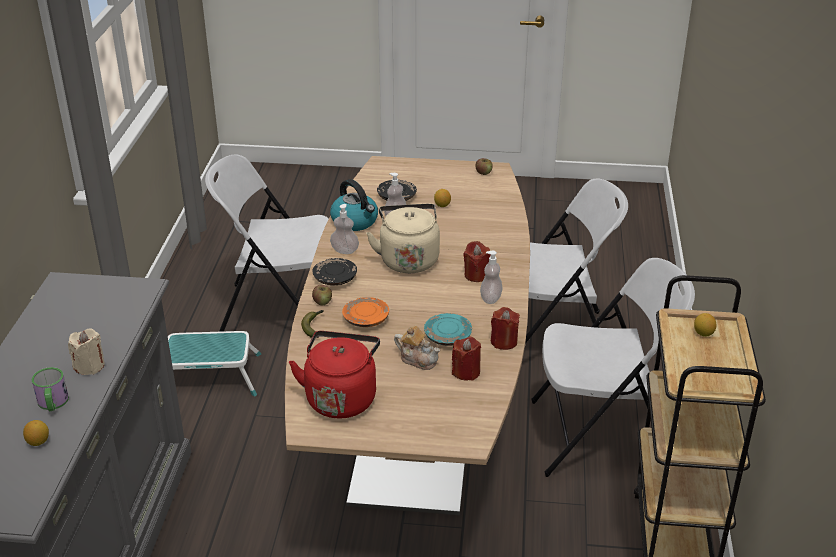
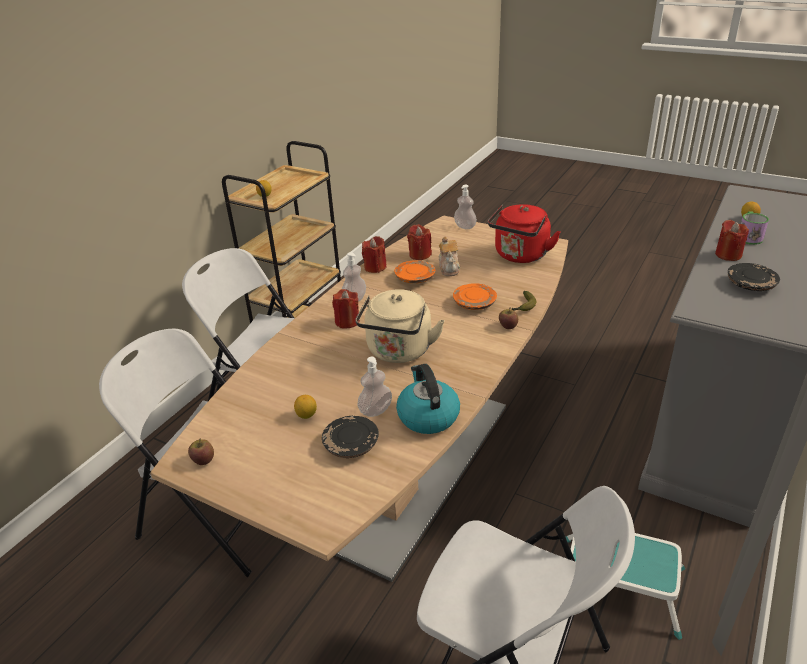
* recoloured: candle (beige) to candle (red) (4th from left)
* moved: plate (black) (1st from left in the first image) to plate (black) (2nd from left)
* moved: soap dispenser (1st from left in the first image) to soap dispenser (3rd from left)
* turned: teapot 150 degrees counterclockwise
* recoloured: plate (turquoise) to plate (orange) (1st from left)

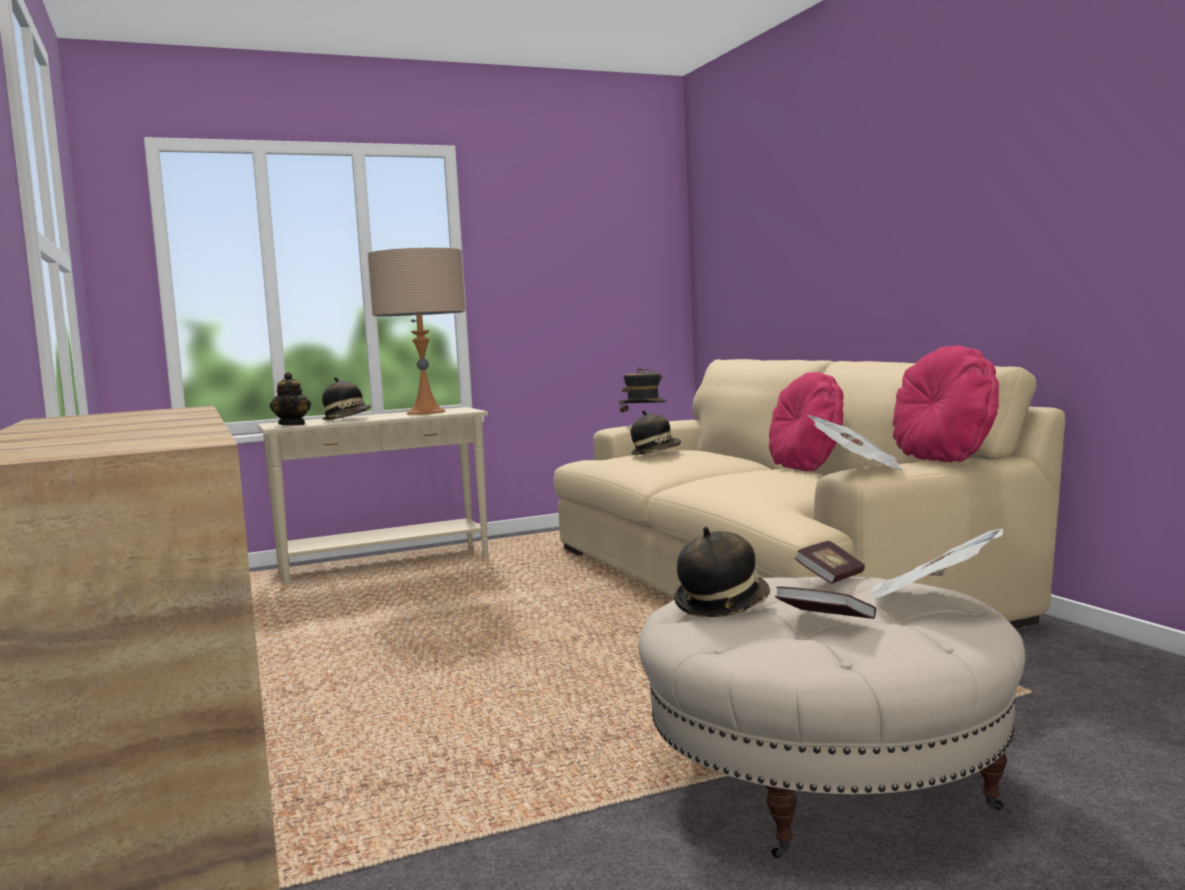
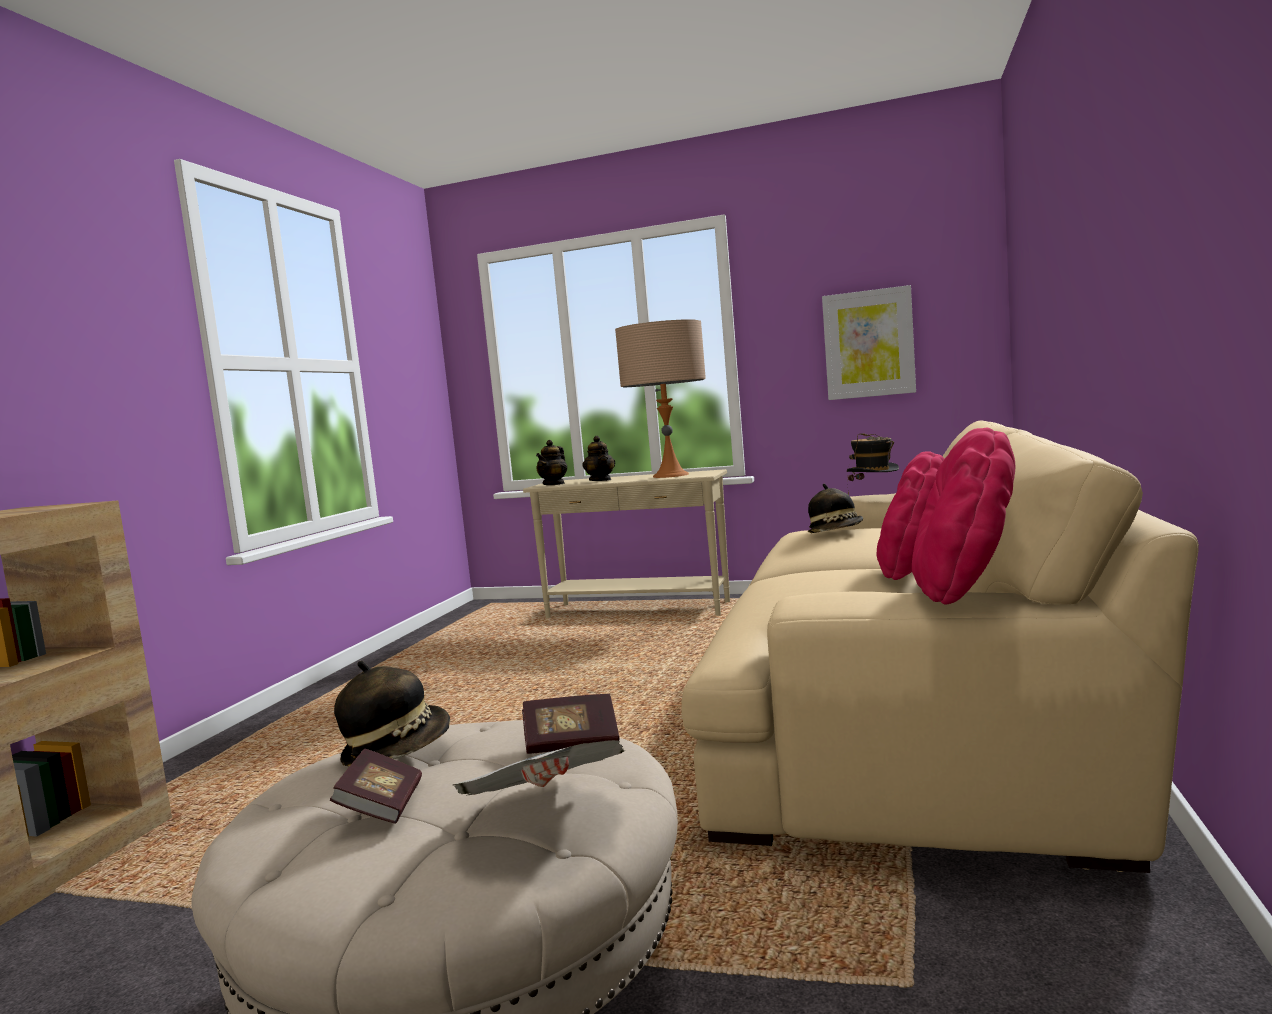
* replaced: hat (1st from left) to teapot (2nd from left)
* removed: newspaper (1st from left)
* added: picture

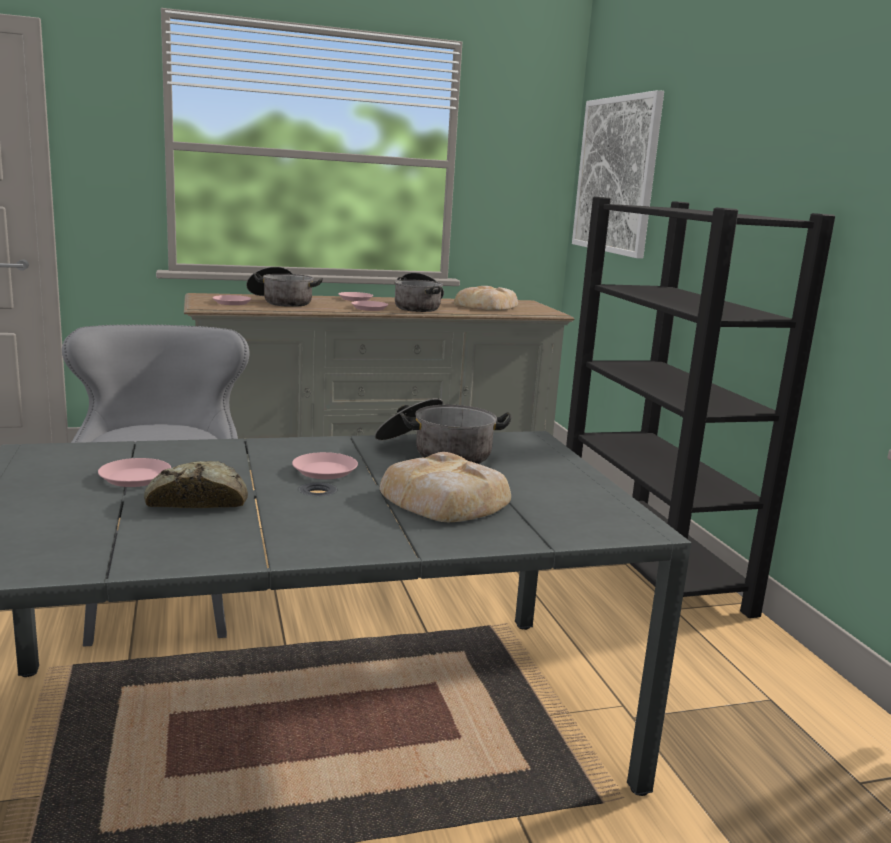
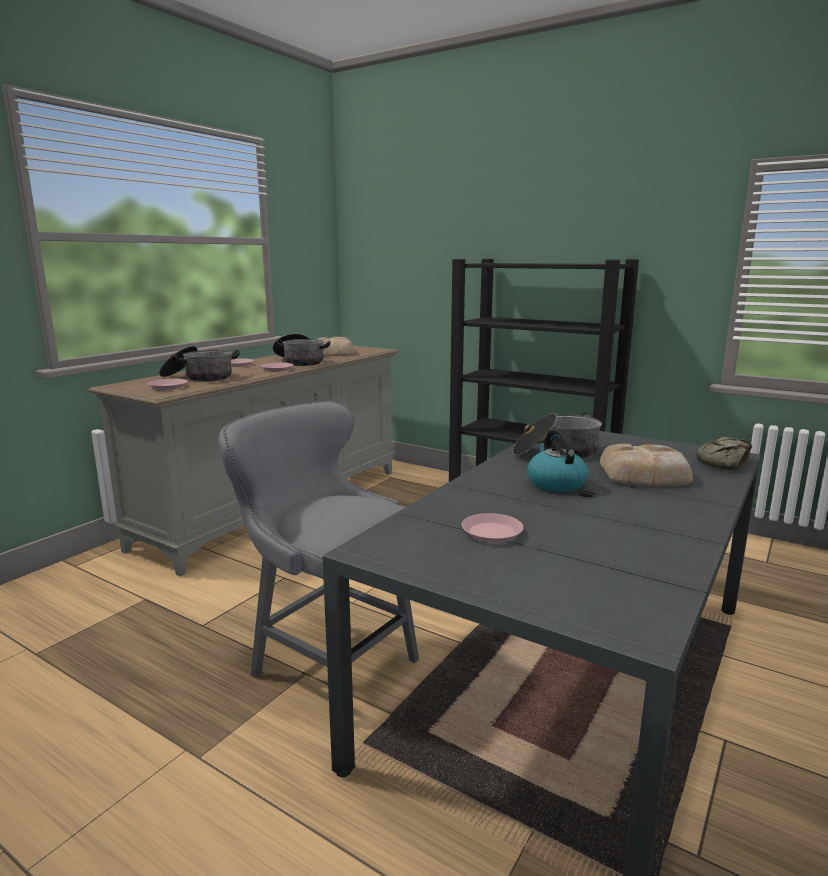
* moved: bread (1st from left in the first image) to bread (3rd from left)
* replaced: plate (pink) (3rd from left) to kettle
* removed: picture

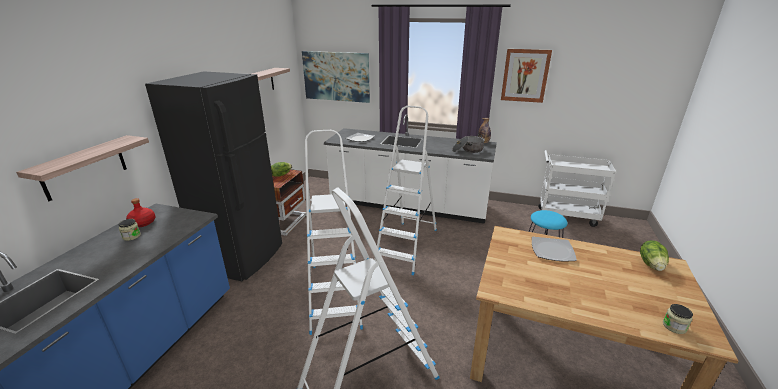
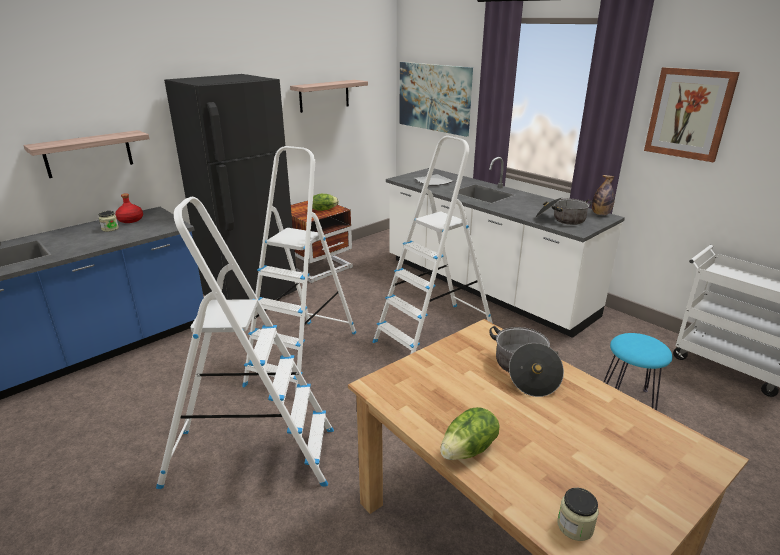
* replaced: plate (2nd from left) to cooking pot (1st from left)
* moved: lettuce (2nd from left)

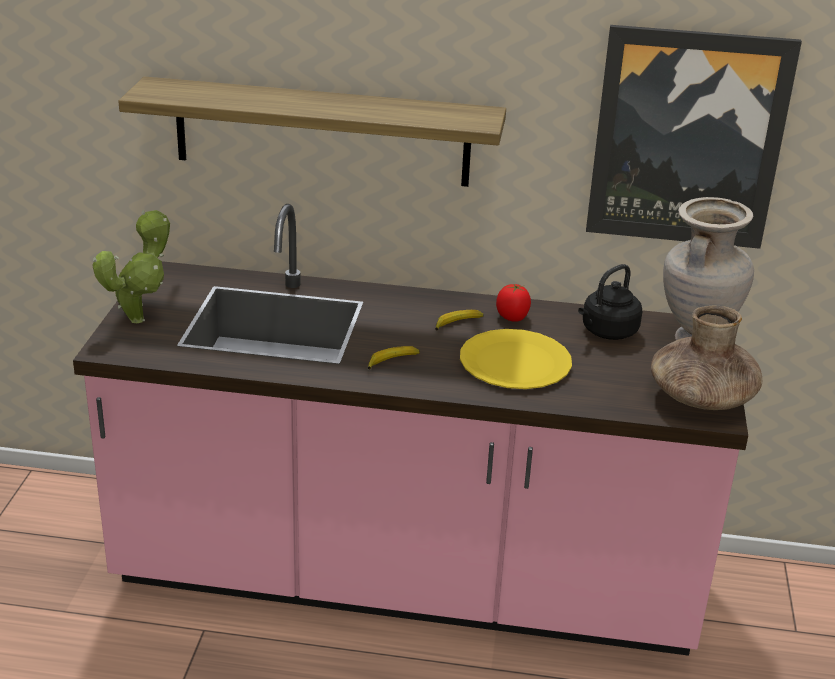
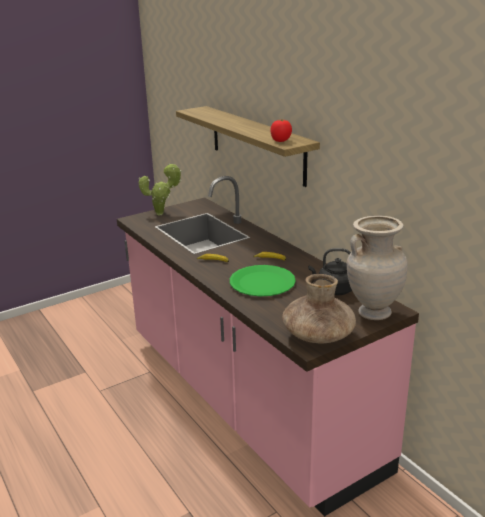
* recoloured: plate (yellow) to plate (green)
* moved: tomato
* removed: picture

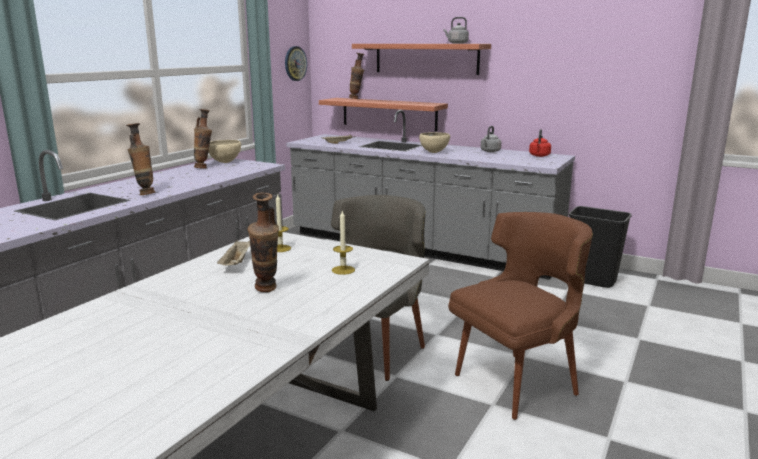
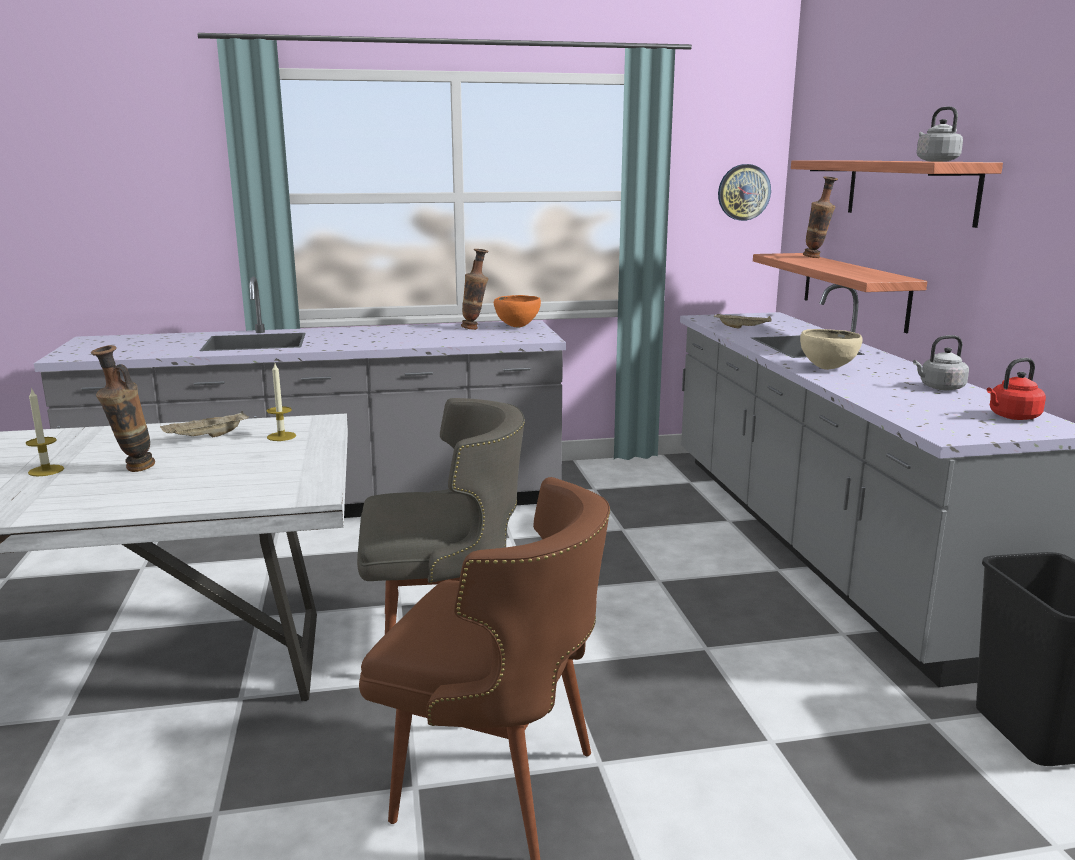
* removed: vase (1st from left)
* recoloured: bowl (beige) (1st from left) to bowl (orange)
* moved: candle (2nd from left in the first image) to candle (1st from left)

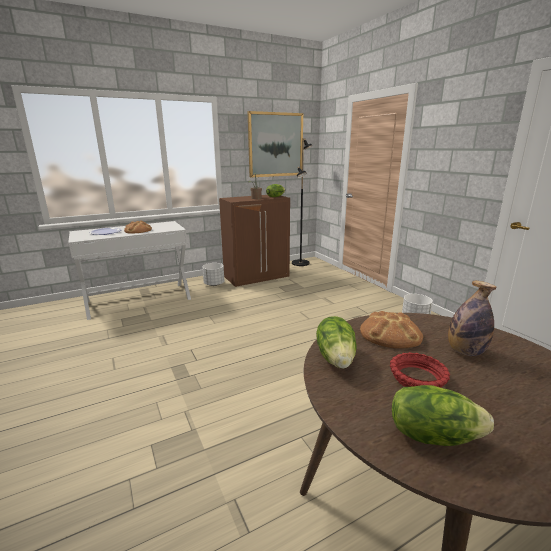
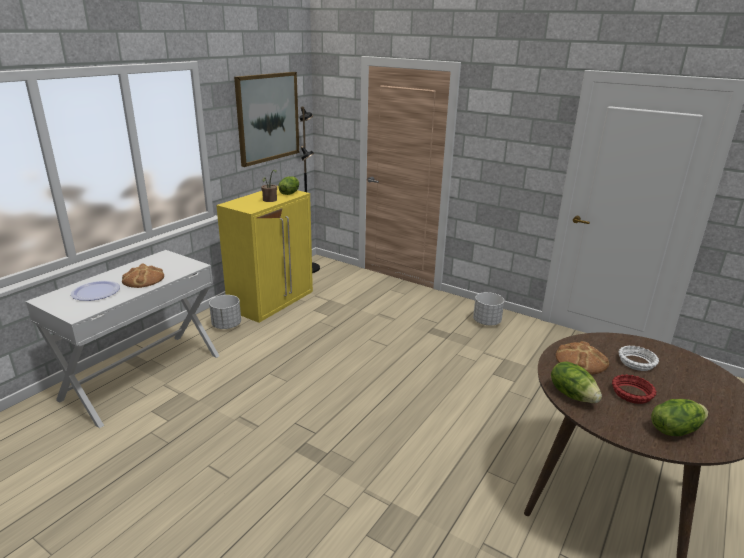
* recoloured: cabinet (brown) to cabinet (yellow)
* replaced: bottle to bowl (white)

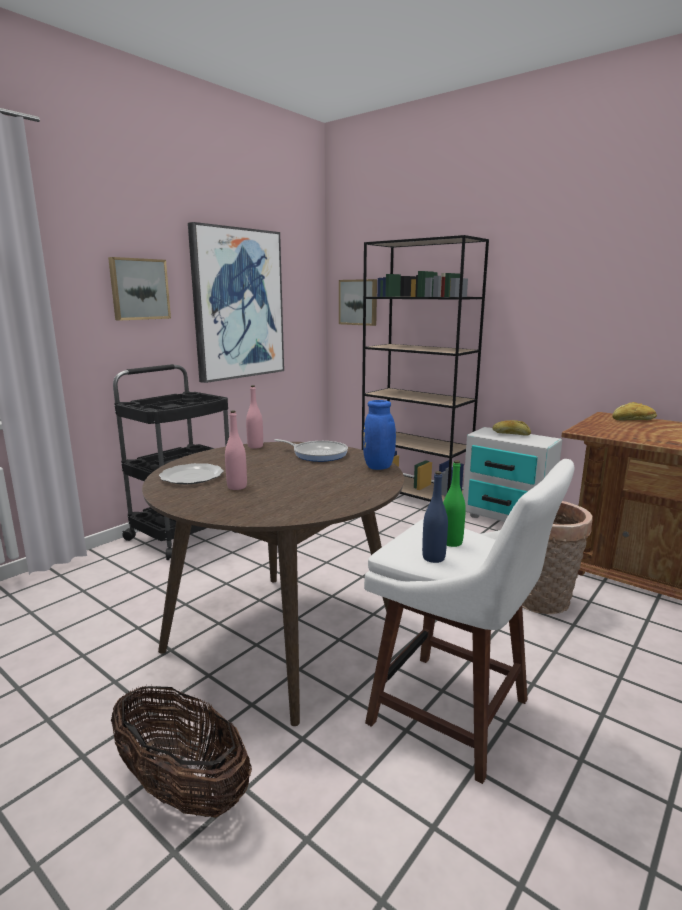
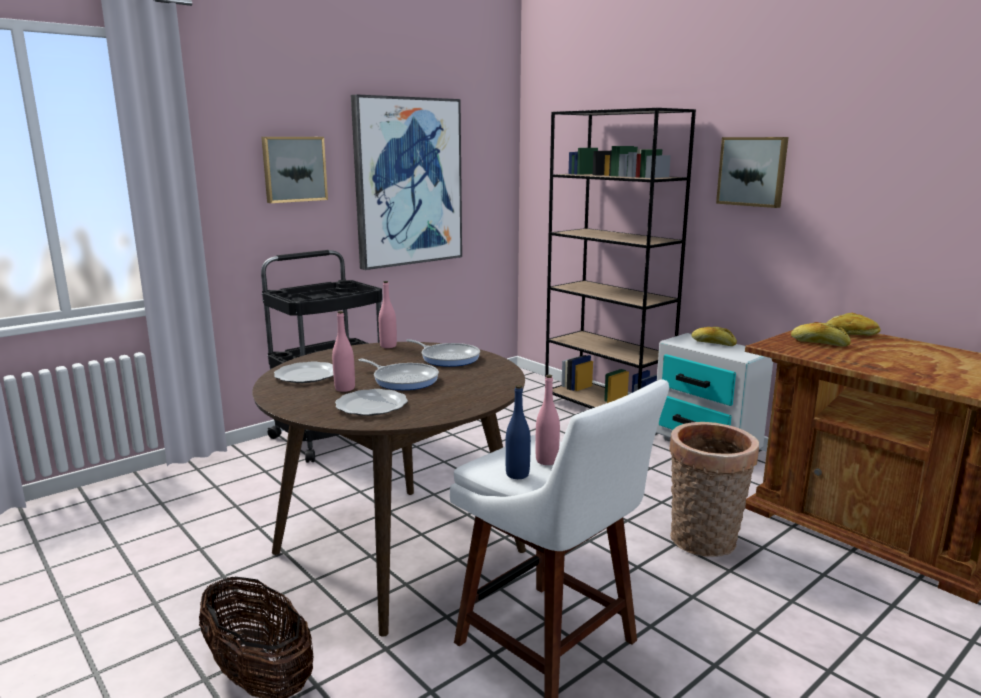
* moved: picture (3rd from left)
* removed: vase (blue)
* recoloured: bottle (green) to bottle (pink) (3rd from left)
* added: plate (2nd from left)
* added: frying pan (1st from left)
* added: bread (2nd from left)

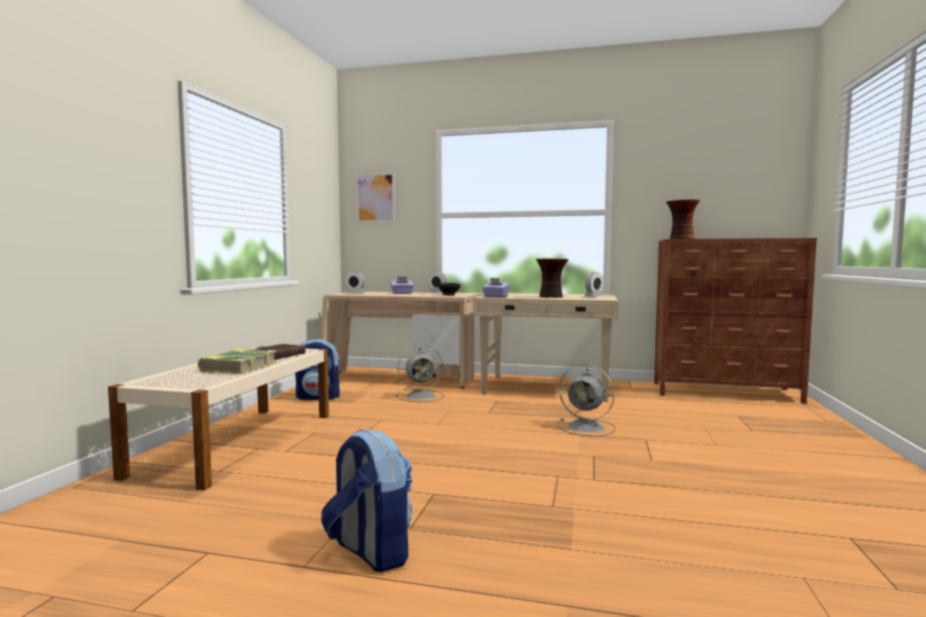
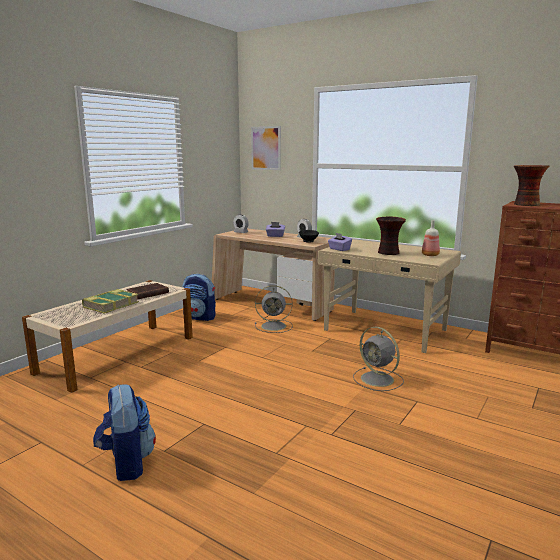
* replaced: alarm clock (3rd from left) to bottle

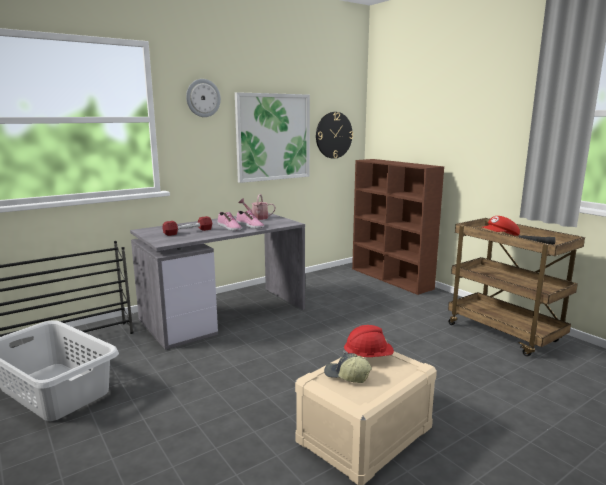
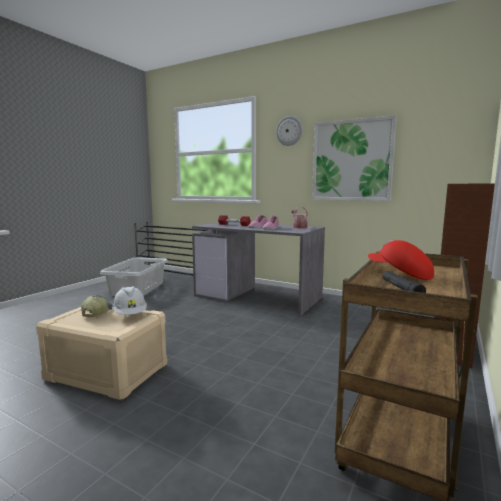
* removed: wall clock (2nd from left)
* recoloured: hard hat (red) to hard hat (white)

